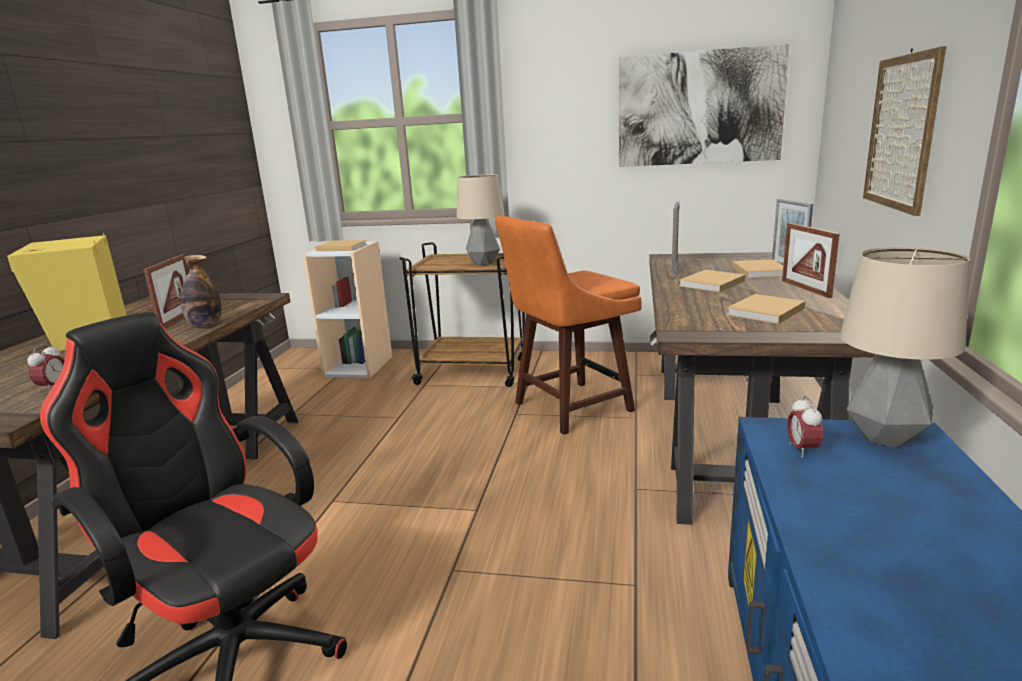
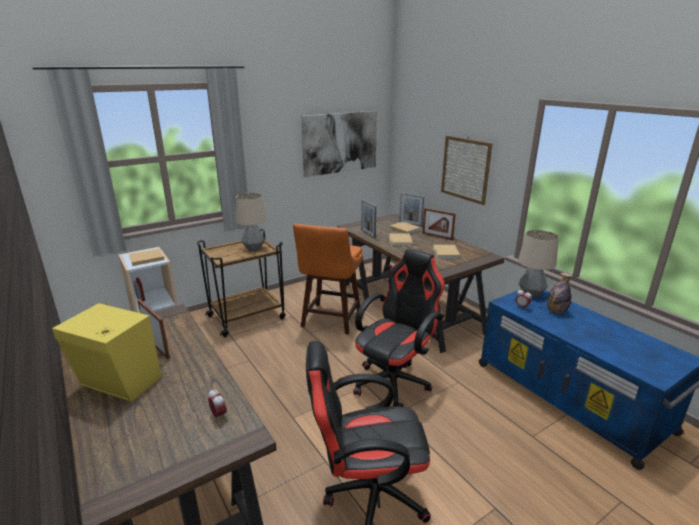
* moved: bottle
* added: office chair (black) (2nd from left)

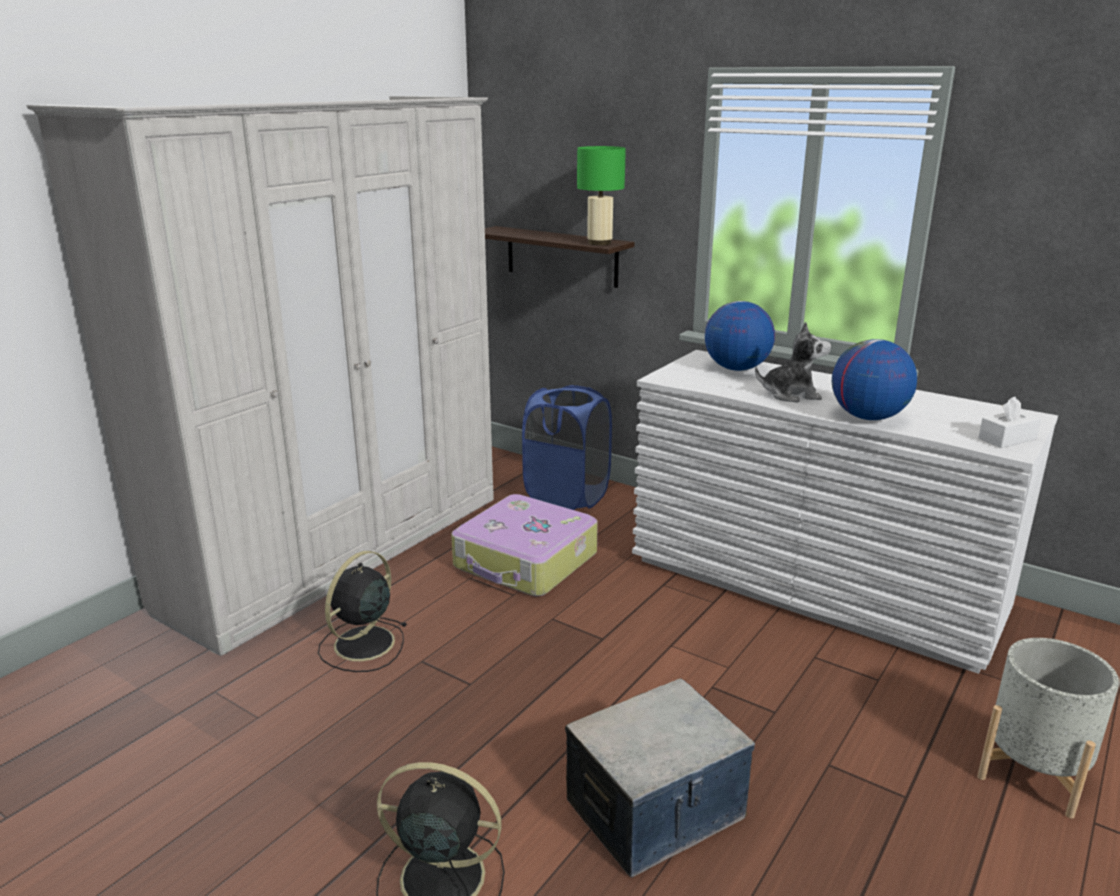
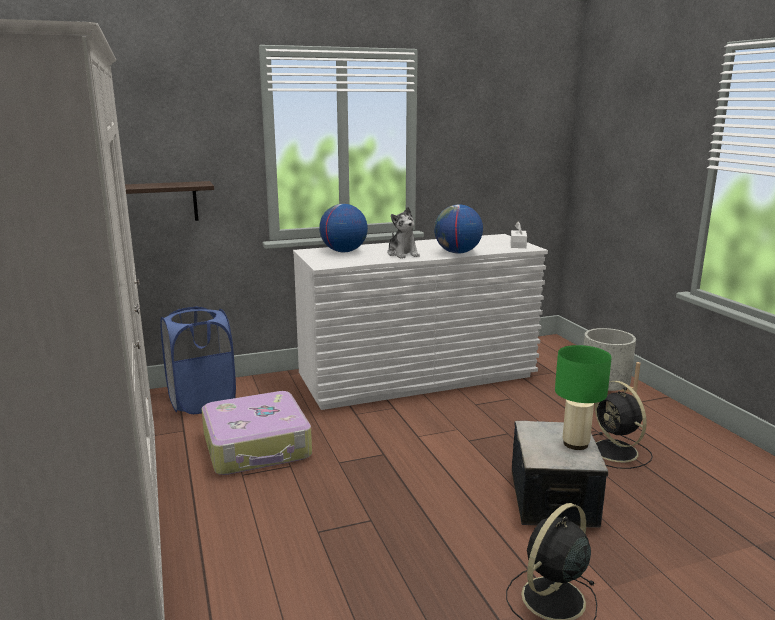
* moved: fan (black) (1st from left in the first image) to fan (black) (2nd from left)
* moved: table lamp (green)
* turned: plush toy 120 degrees clockwise

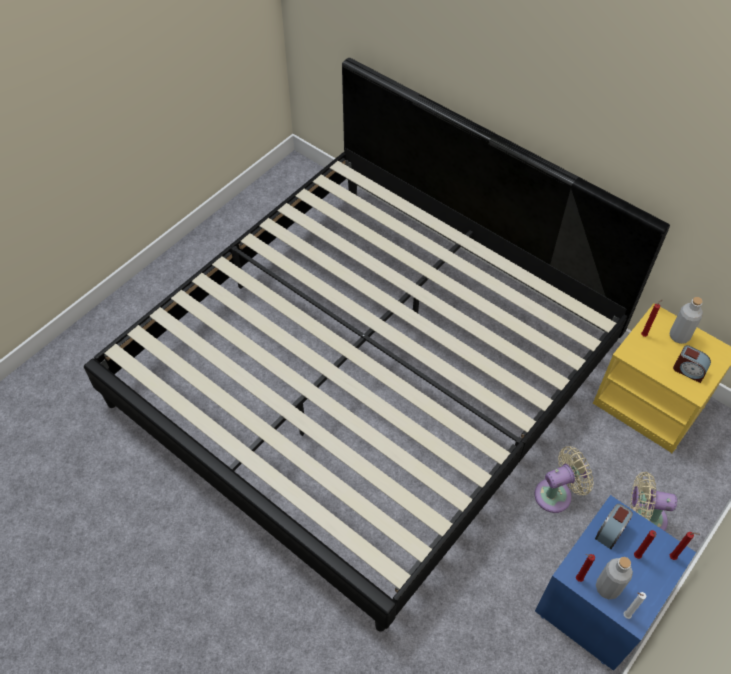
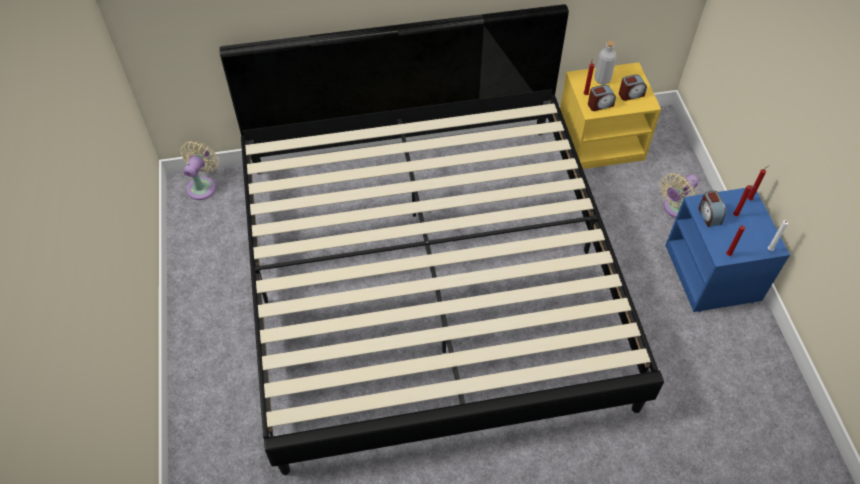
* moved: fan (beige) (1st from left)
* removed: bottle (grey) (1st from left)
* added: alarm clock (1st from left)

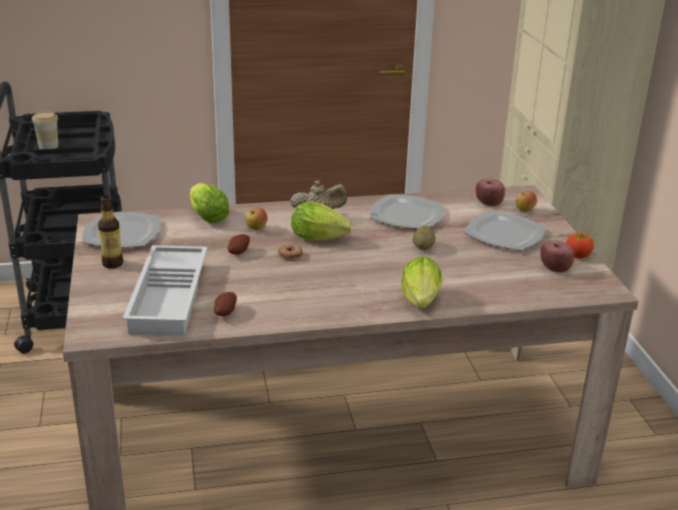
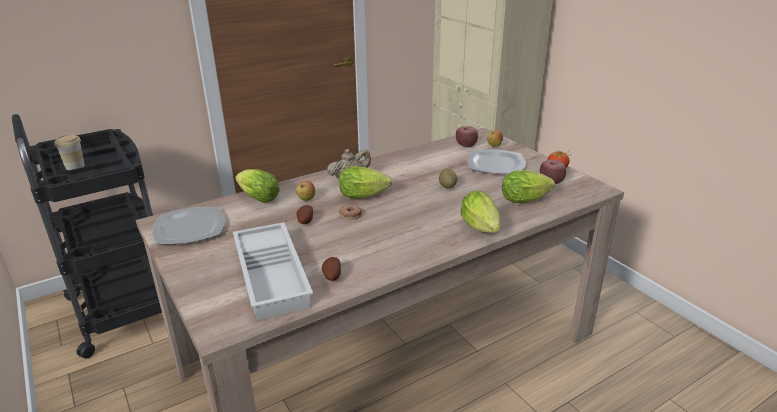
* removed: bottle
* removed: plate (2nd from left)
* added: lettuce (4th from left)

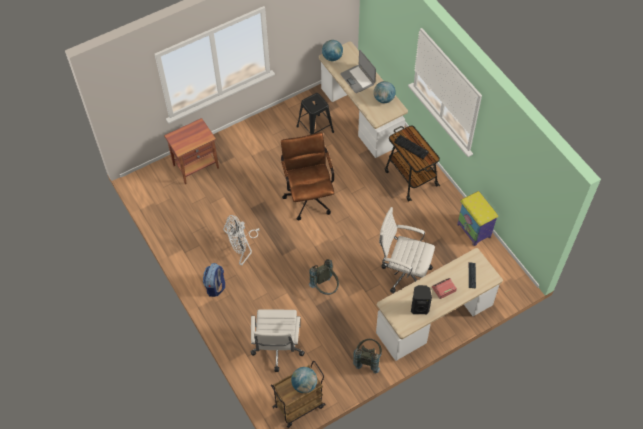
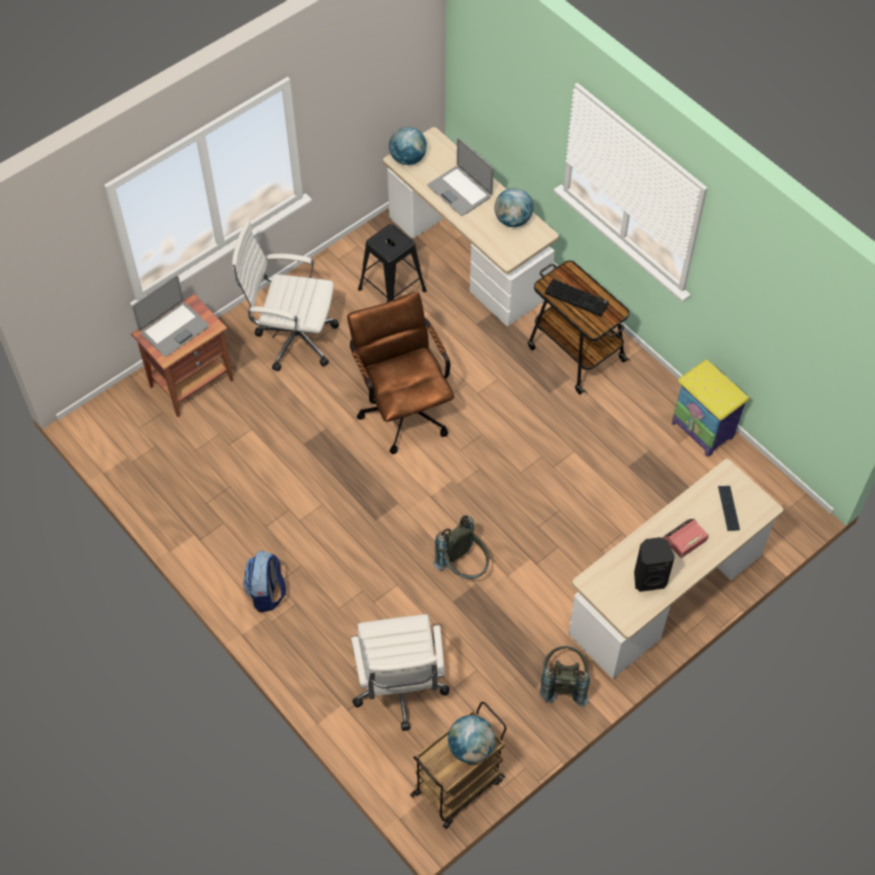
* removed: fan (white)
* moved: office chair (white) (2nd from left in the first image) to office chair (white) (1st from left)
* added: laptop (1st from left)

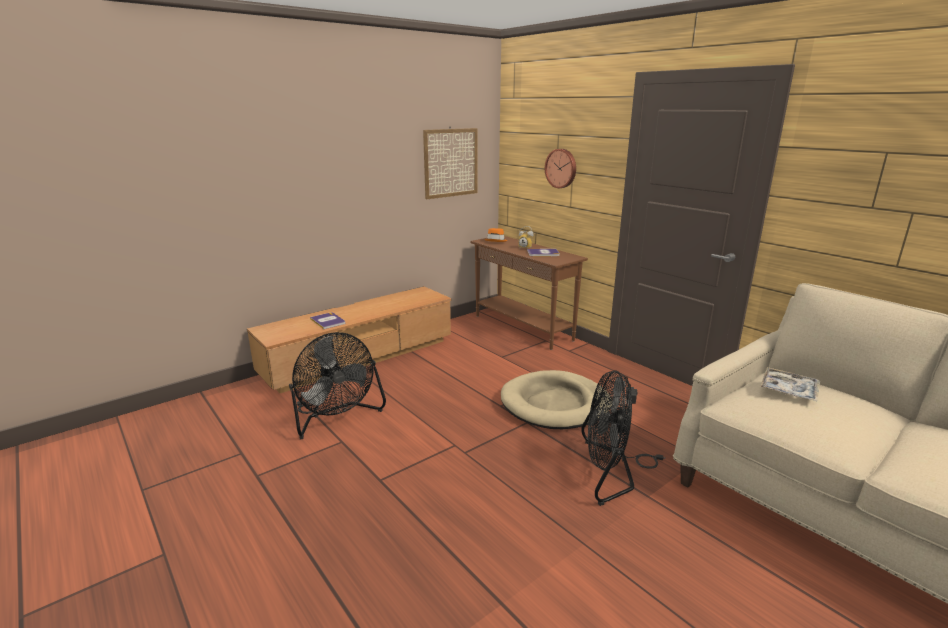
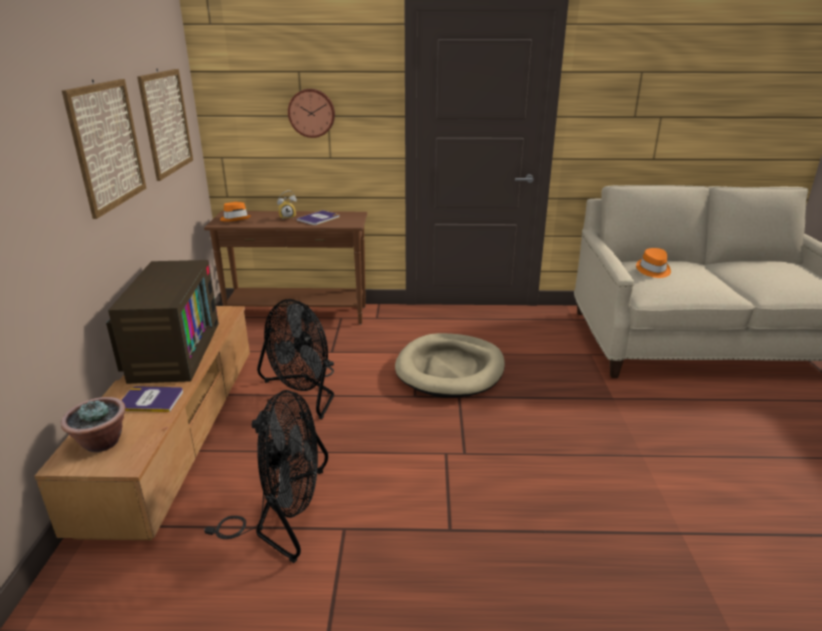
* moved: fan (black) (2nd from left)
* replaced: tray to hat (orange) (2nd from left)
* added: potted plant
* added: picture (1st from left)
* added: television

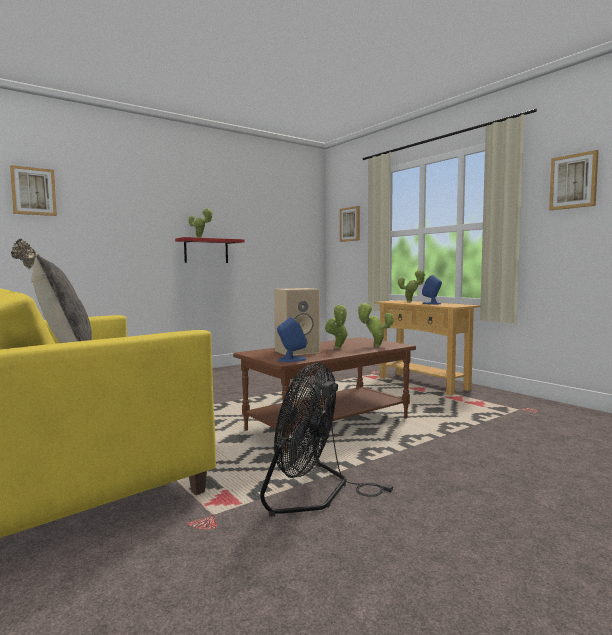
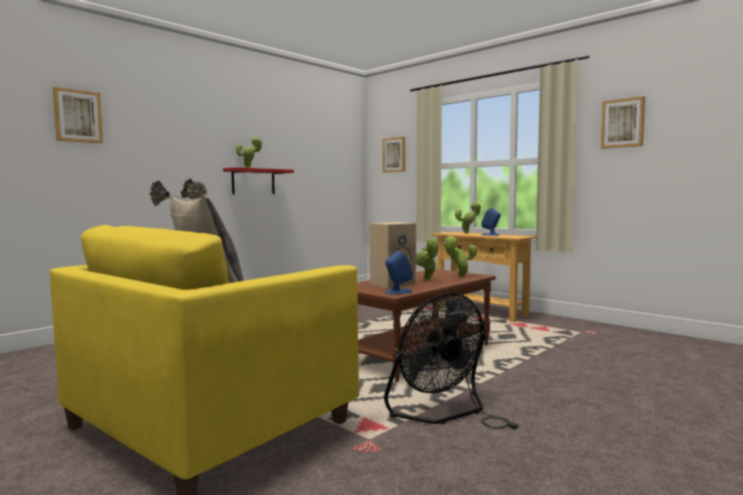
* turned: fan (black) 45 degrees clockwise

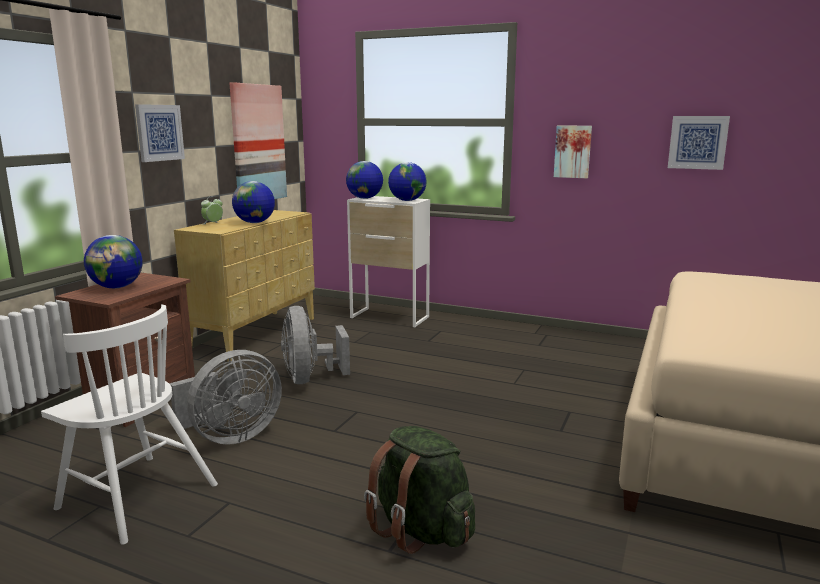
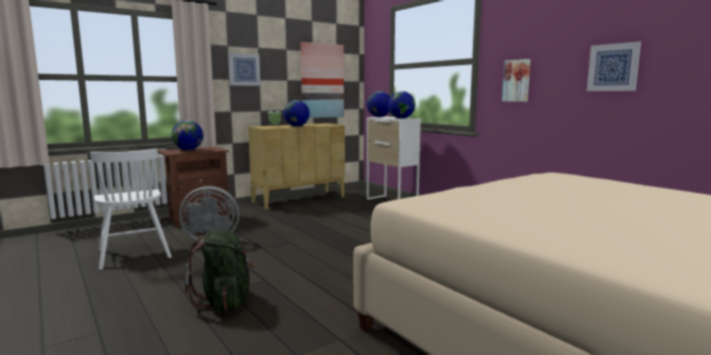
* removed: fan (grey) (2nd from left)

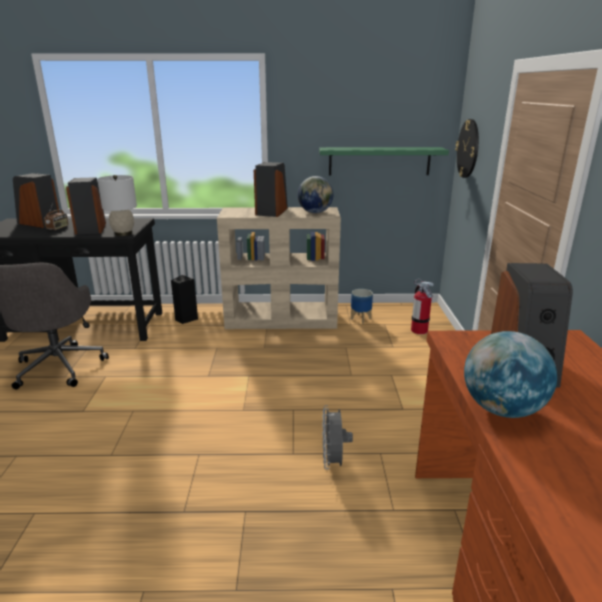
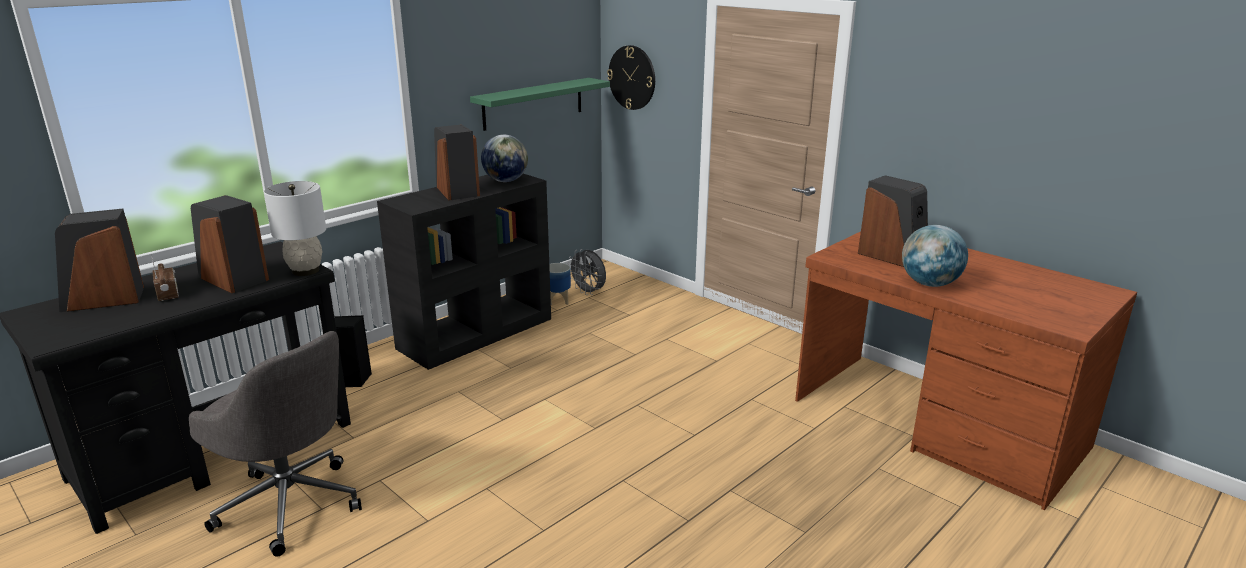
* recoloured: bookcase (beige) to bookcase (black)
* moved: fan (grey)
* removed: fire extinguisher

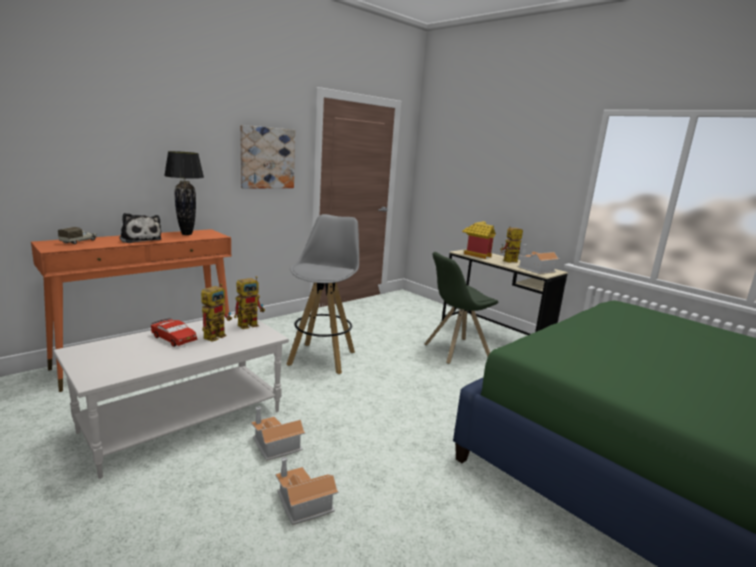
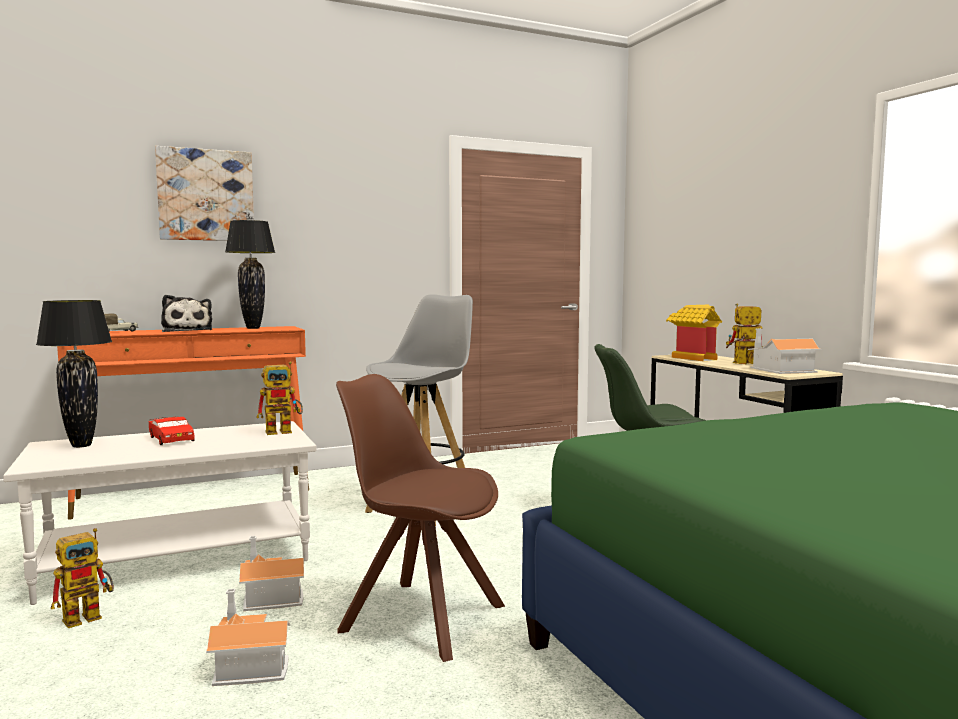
* moved: toy robot (1st from left)
* moved: picture
* added: table lamp (black) (1st from left)
* added: chair (brown)

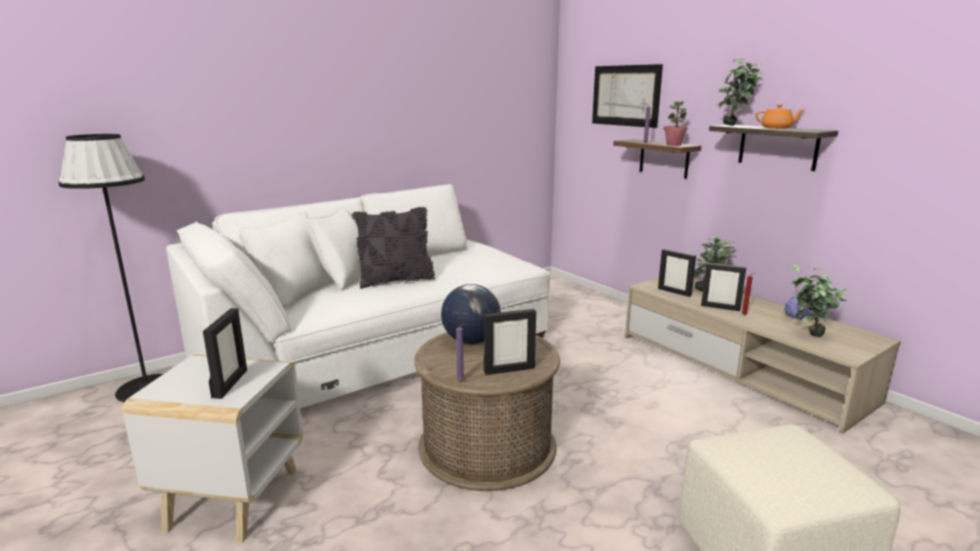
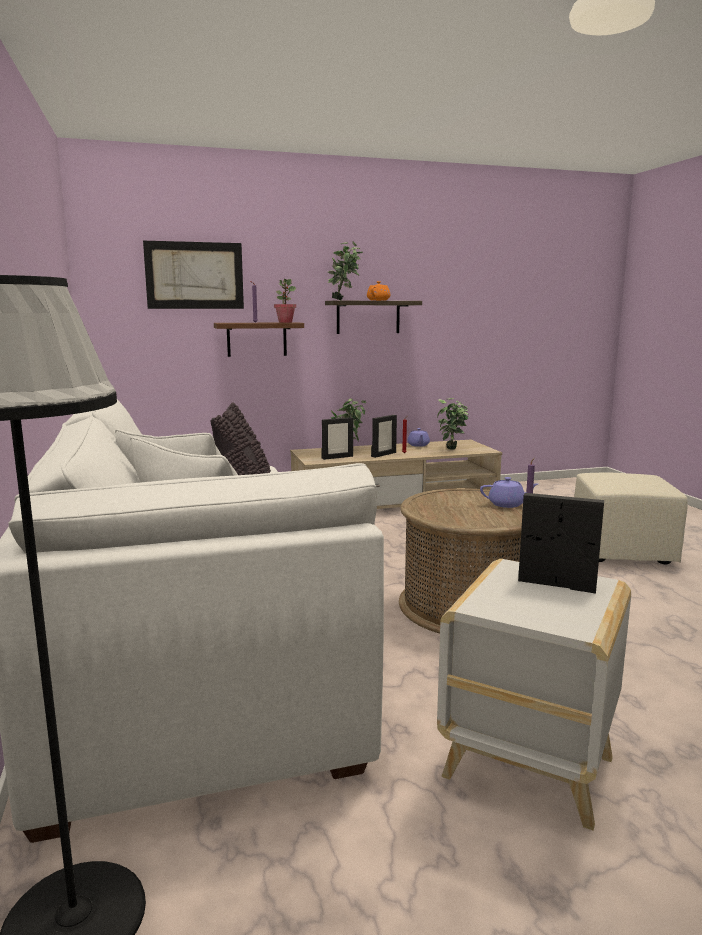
* removed: globe
* replaced: picture frame (2nd from left) to teapot (purple) (2nd from left)

